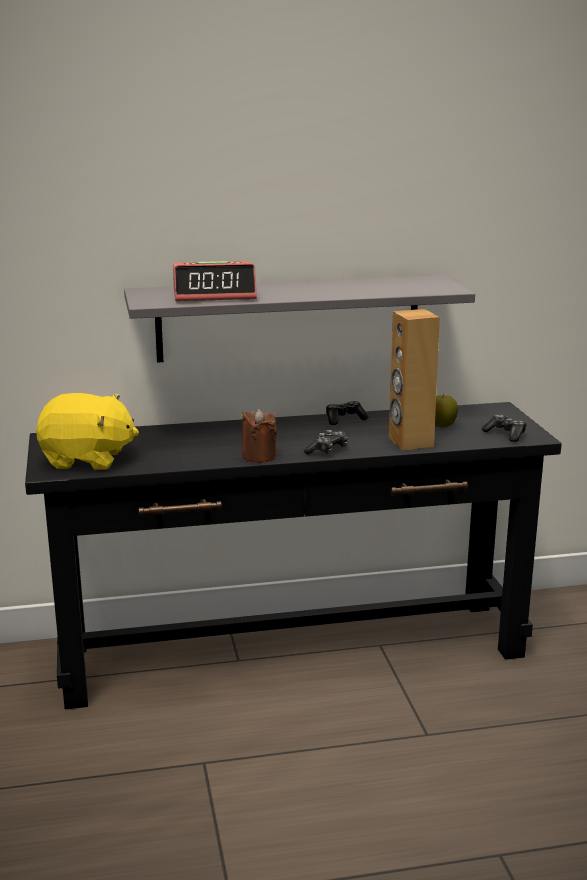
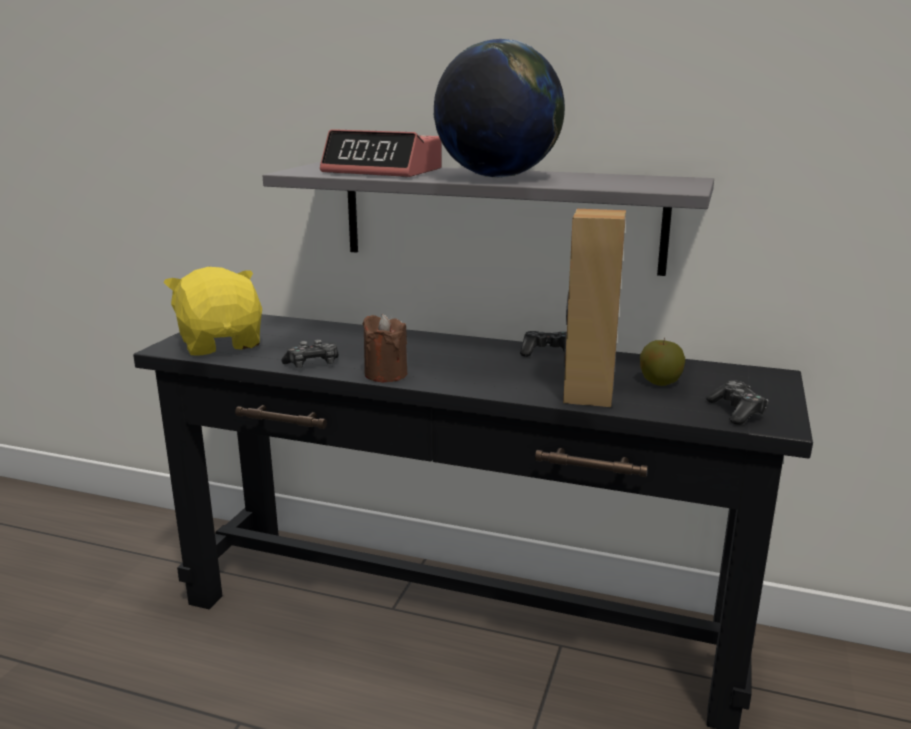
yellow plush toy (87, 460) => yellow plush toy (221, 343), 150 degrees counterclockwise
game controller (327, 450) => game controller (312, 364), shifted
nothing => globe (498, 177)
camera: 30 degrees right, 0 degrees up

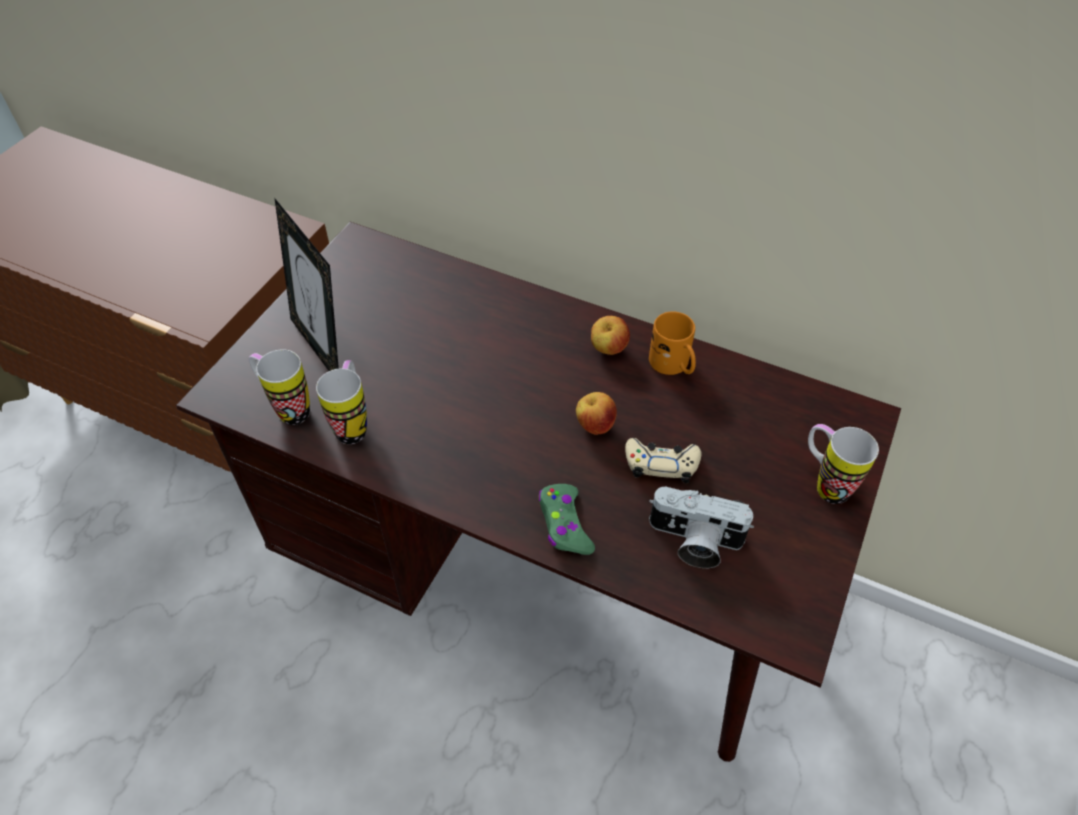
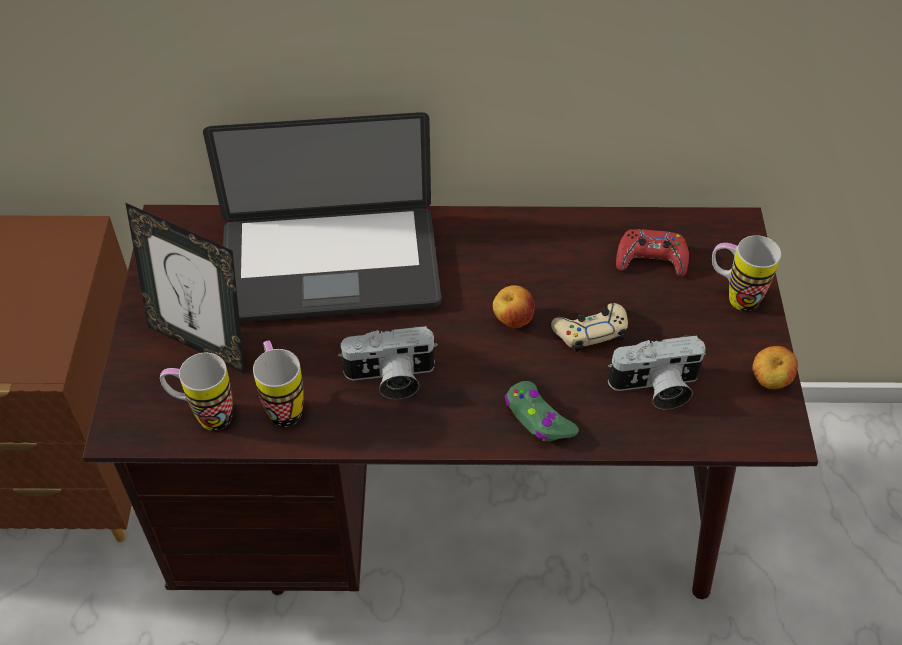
nothing => laptop (330, 267)
nothing => photo camera (390, 378)
nothing => red game controller (651, 259)
apple (608, 349) => apple (769, 381), shifted
orange mug (674, 365) => nothing
camera: 25 degrees left, 0 degrees up

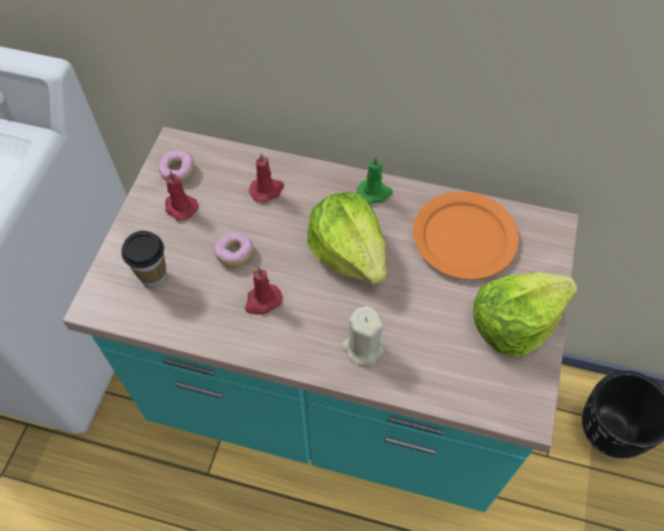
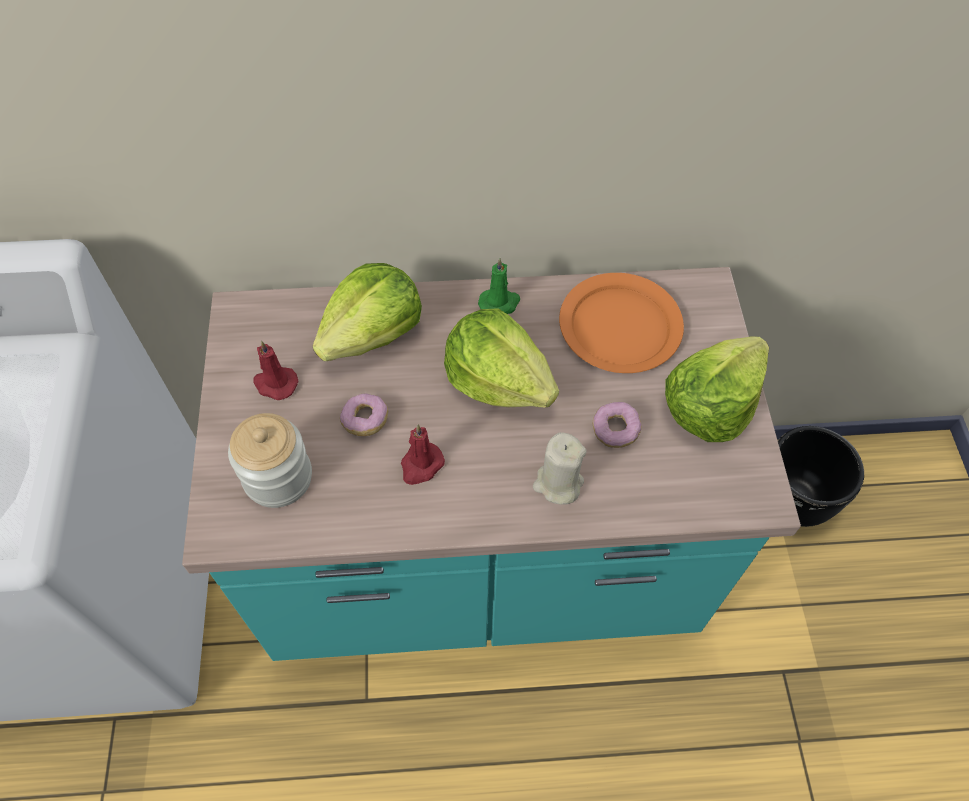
cup (154, 278) => jar (278, 477)
red candle (267, 190) => lettuce (373, 334)
donut (178, 172) => donut (615, 430), shifted
camera: 20 degrees left, 0 degrees up

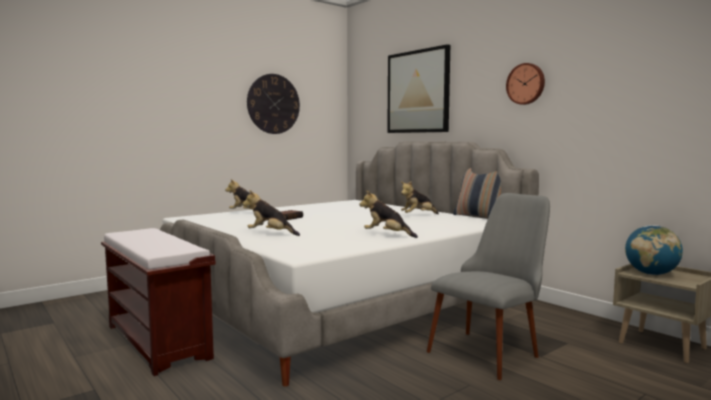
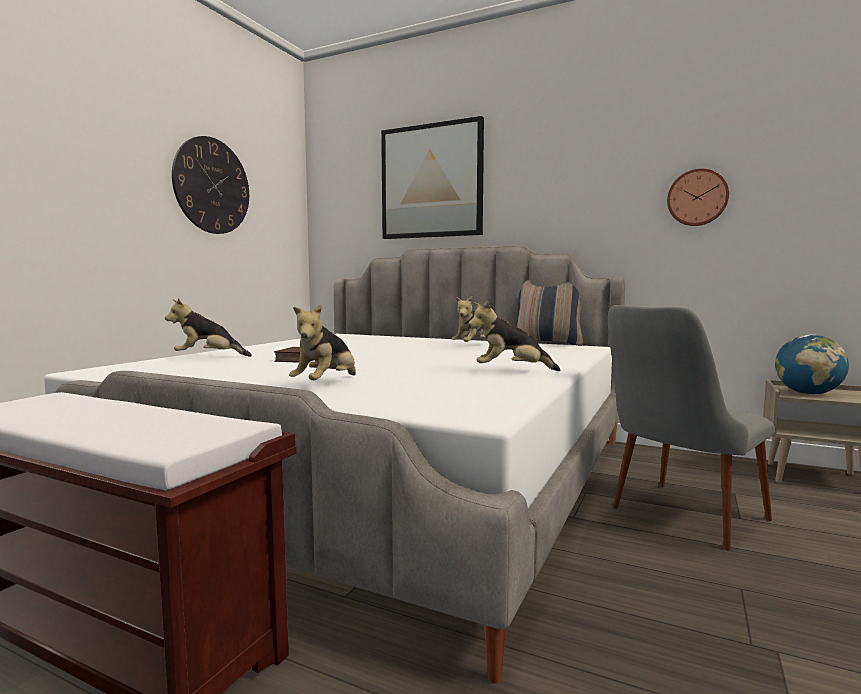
plush toy (270, 234) => plush toy (326, 384), 60 degrees counterclockwise
grey chair (491, 349) => grey chair (677, 520), 150 degrees counterclockwise
wall clock (526, 84) => wall clock (697, 198), shifted
camera: 25 degrees left, 0 degrees up

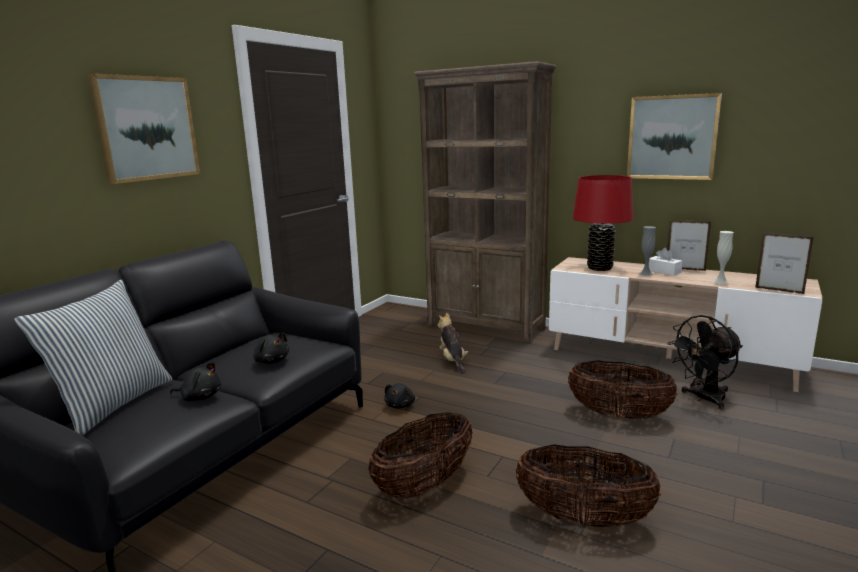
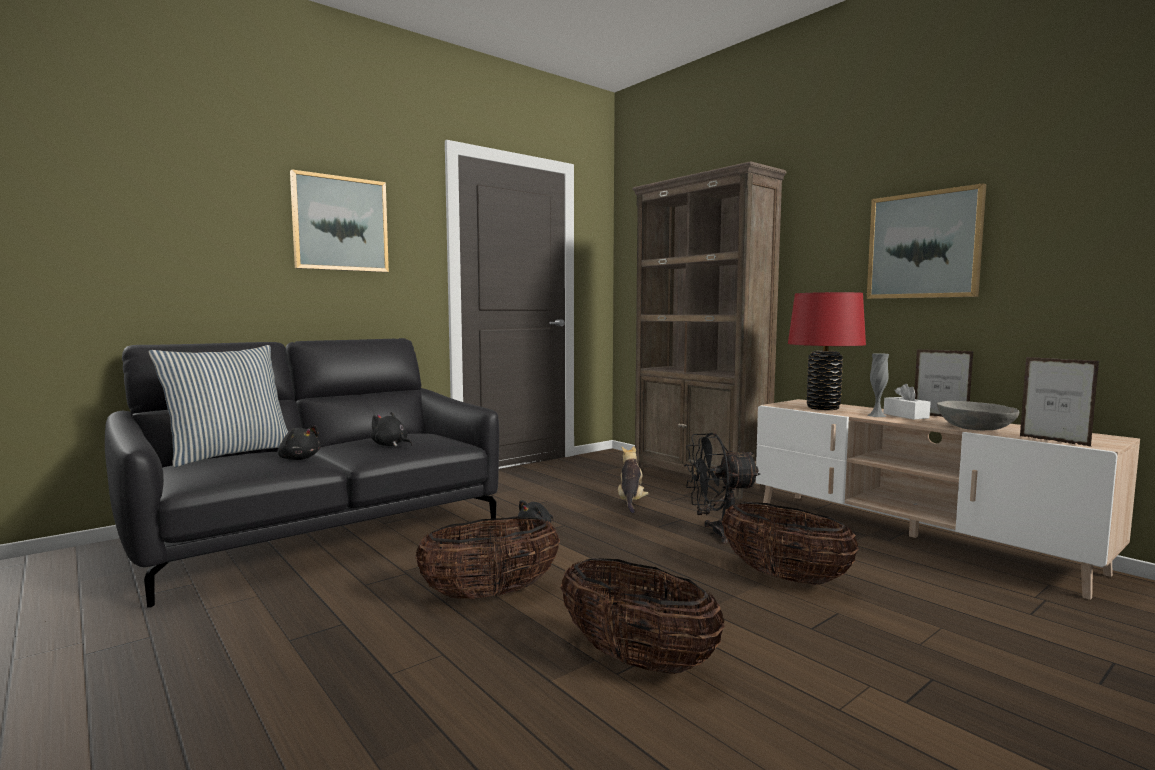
black plush toy (271, 361) => black plush toy (390, 445), 150 degrees clockwise
black fan (704, 398) => black fan (719, 534), shifted
white vase (720, 281) => grey bowl (974, 428)
camera: 20 degrees right, 10 degrees down

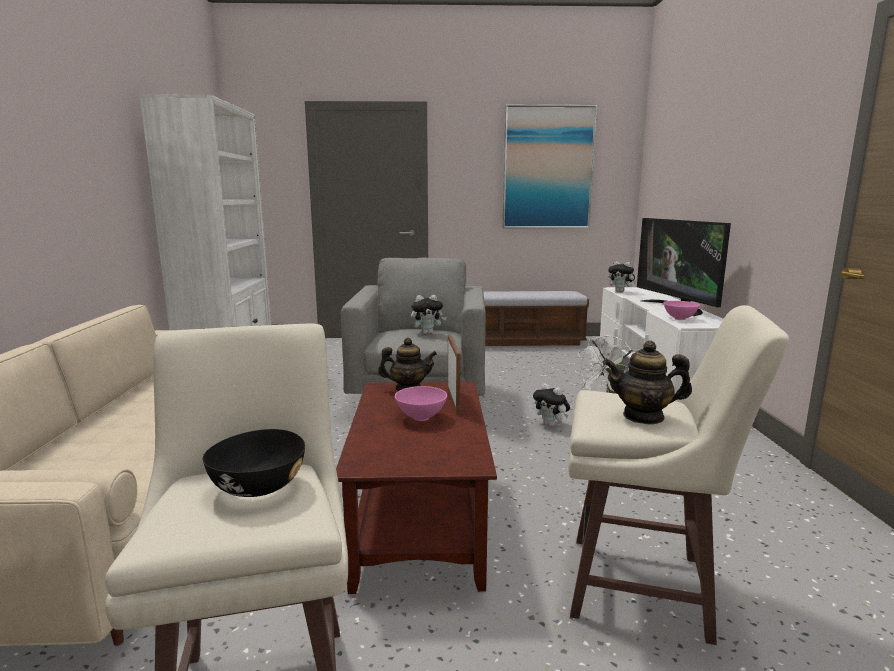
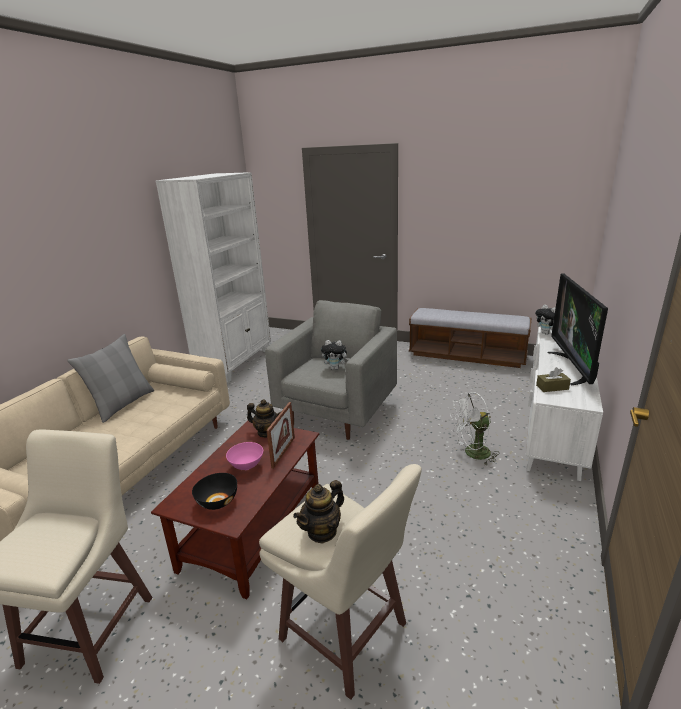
nothing => grey pillow (122, 404)
black bowl (258, 486) => black bowl (217, 501), shifted
teapot (643, 416) => teapot (322, 531), 75 degrees counterclockwise
pink bowl (680, 319) => brown tissue box (552, 387)
picture (548, 168) => nothing
plush toy (551, 425) => nothing
camera: 25 degrees right, 10 degrees up

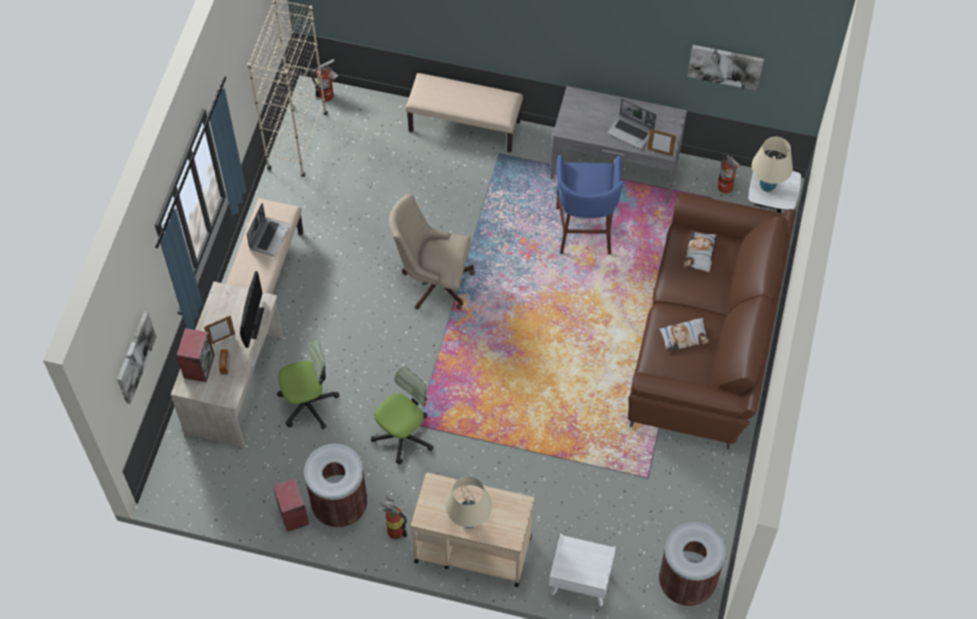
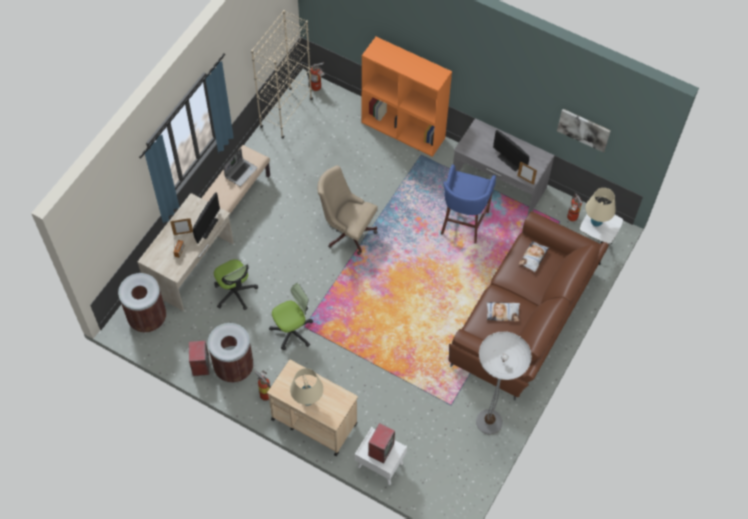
brown trash can (686, 582) => brown trash can (147, 318), shifted
office chair (308, 404) => office chair (235, 293), 60 degrees clockwise
beige bench (465, 126) => orange bookcase (404, 130)
speaker (198, 366) => speaker (381, 449), shifted
nothing => floor lamp (489, 422)
laptop (631, 132) => monitor (510, 161)
picture (135, 357) => nothing
camera: 15 degrees right, 0 degrees up

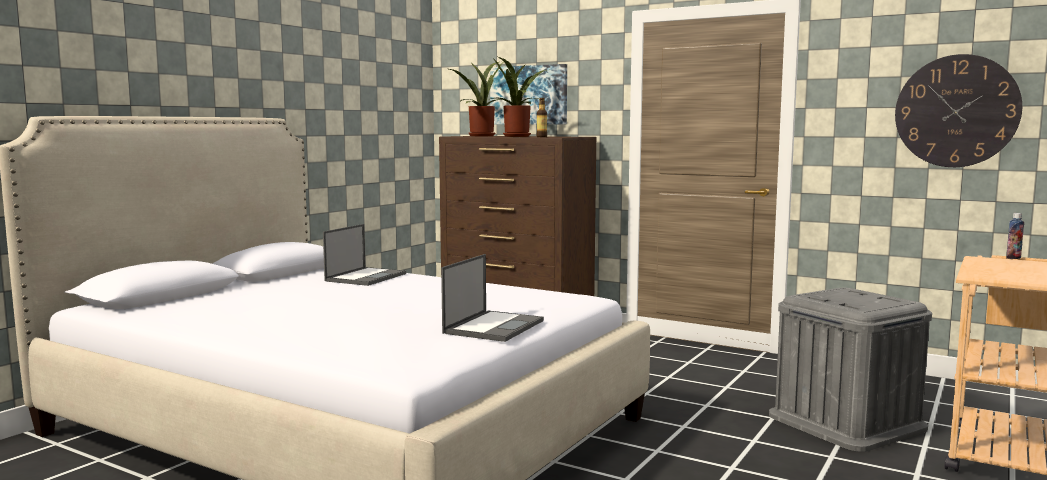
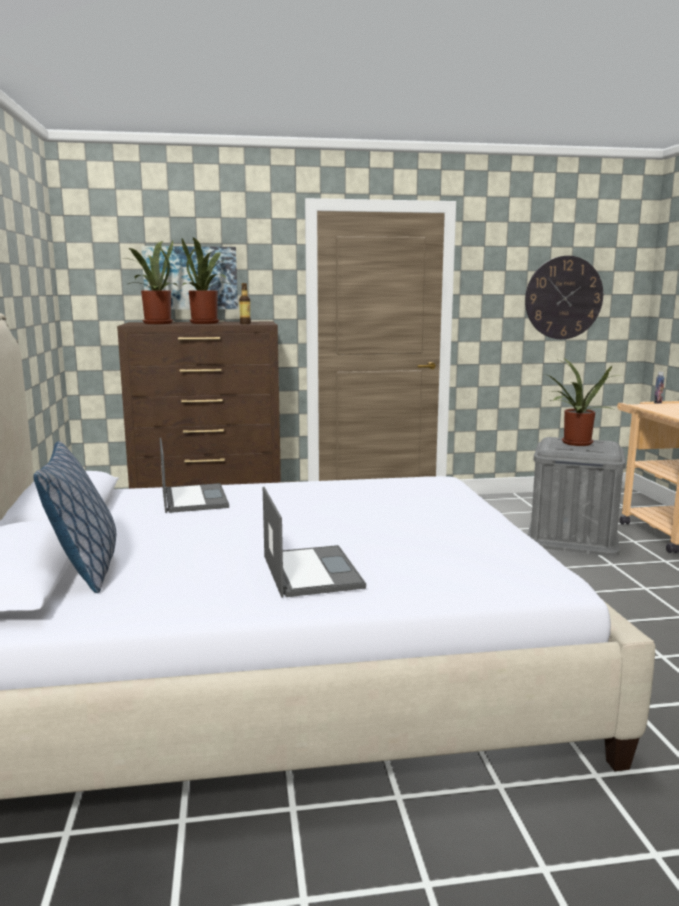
nothing => pillow (85, 570)
laptop (494, 326) => laptop (311, 571), shifted
nothing => potted plant (575, 443)
camera: 40 degrees left, 5 degrees up

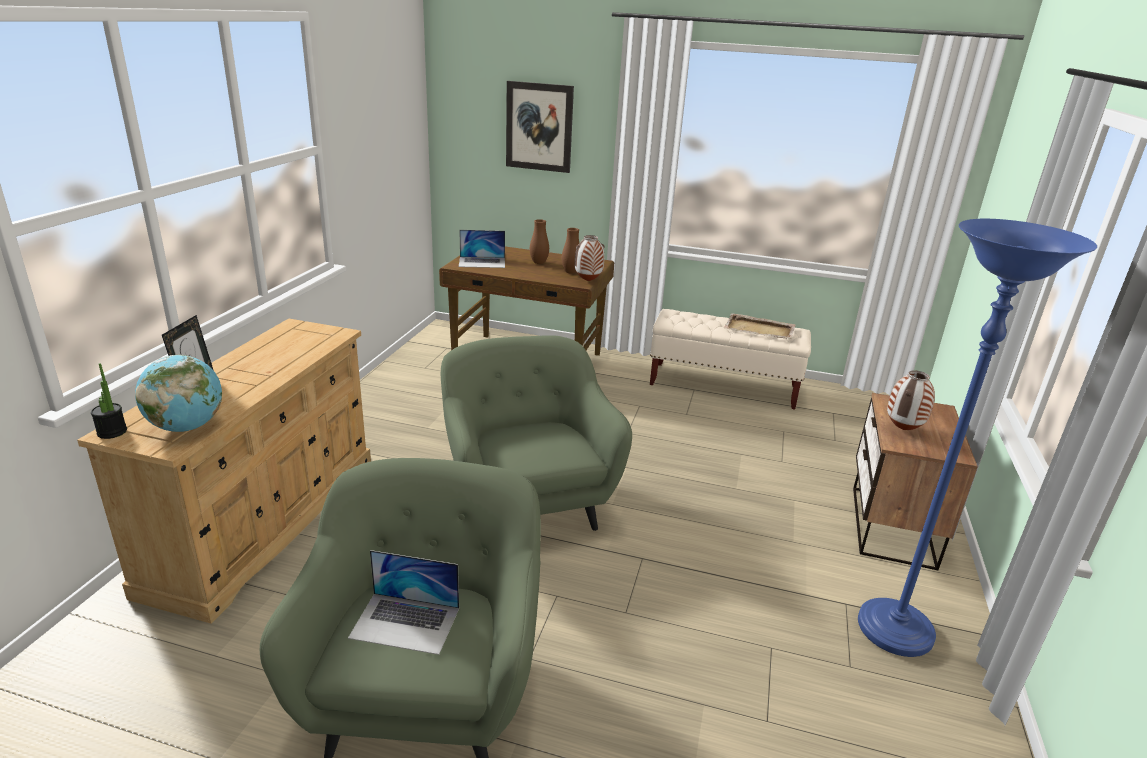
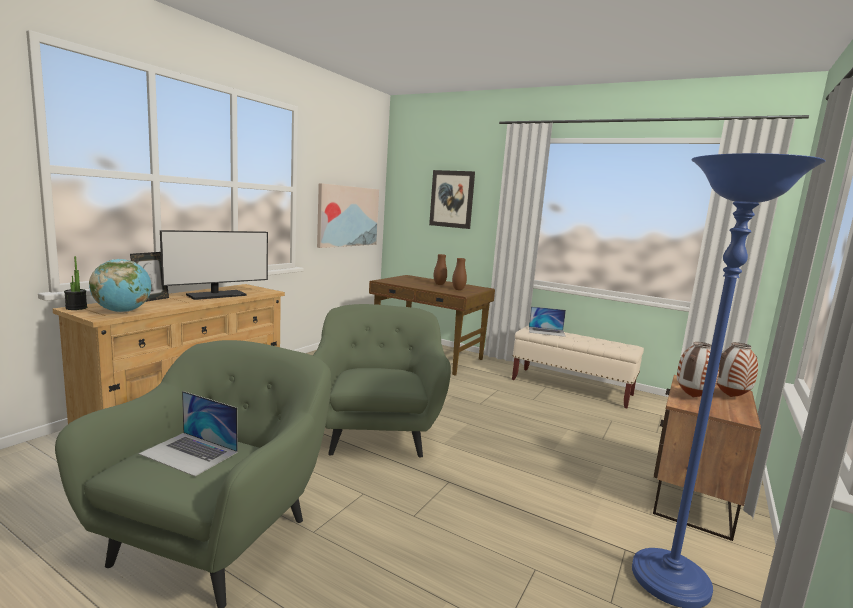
nothing => monitor (216, 295)
nothing => picture (348, 216)
laptop (482, 262) => laptop (546, 331), shifted
vase (587, 281) => vase (730, 397), shifted
beige tray (760, 329) => nothing
camera: 15 degrees right, 15 degrees down

